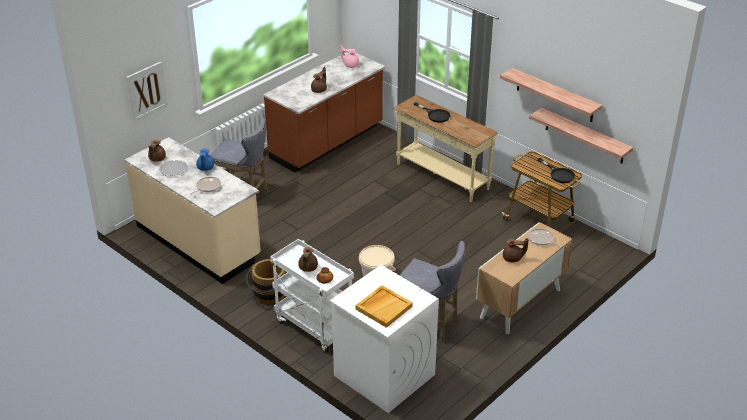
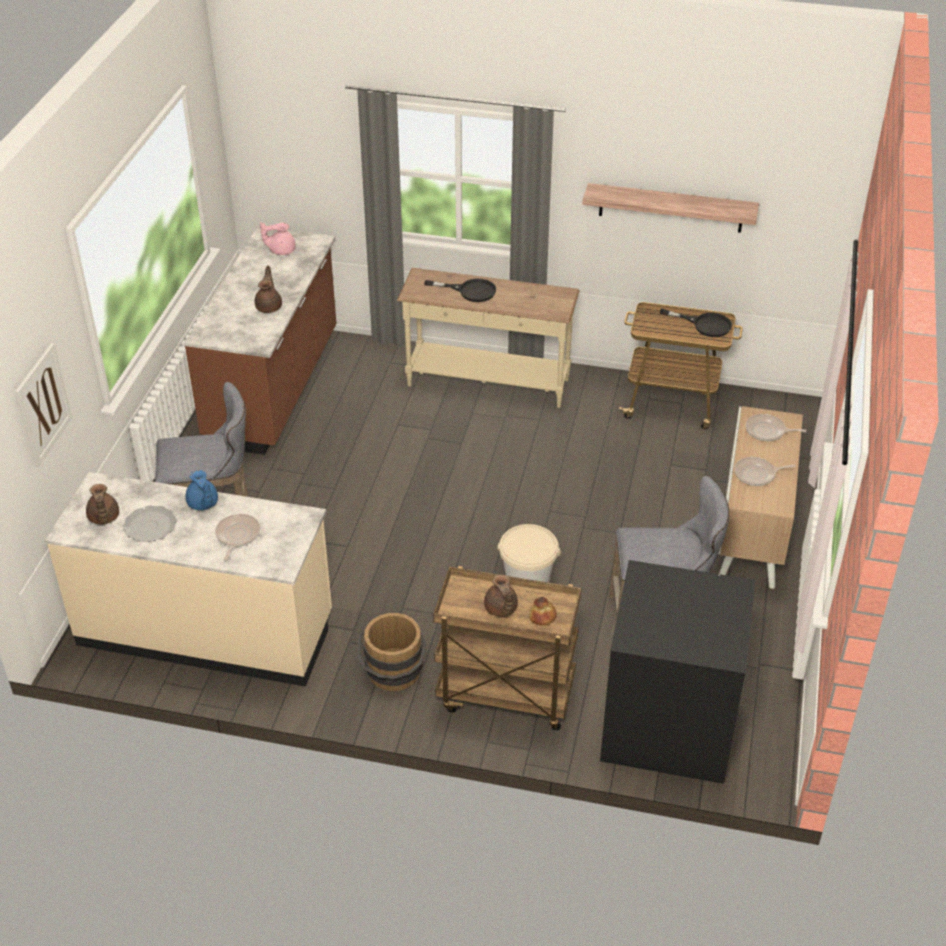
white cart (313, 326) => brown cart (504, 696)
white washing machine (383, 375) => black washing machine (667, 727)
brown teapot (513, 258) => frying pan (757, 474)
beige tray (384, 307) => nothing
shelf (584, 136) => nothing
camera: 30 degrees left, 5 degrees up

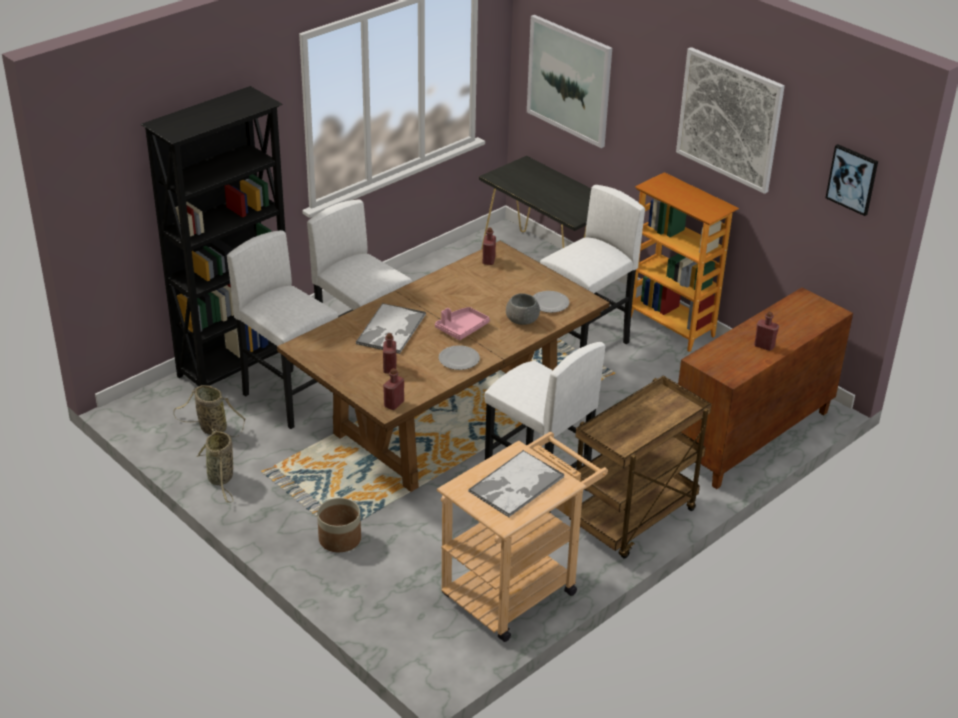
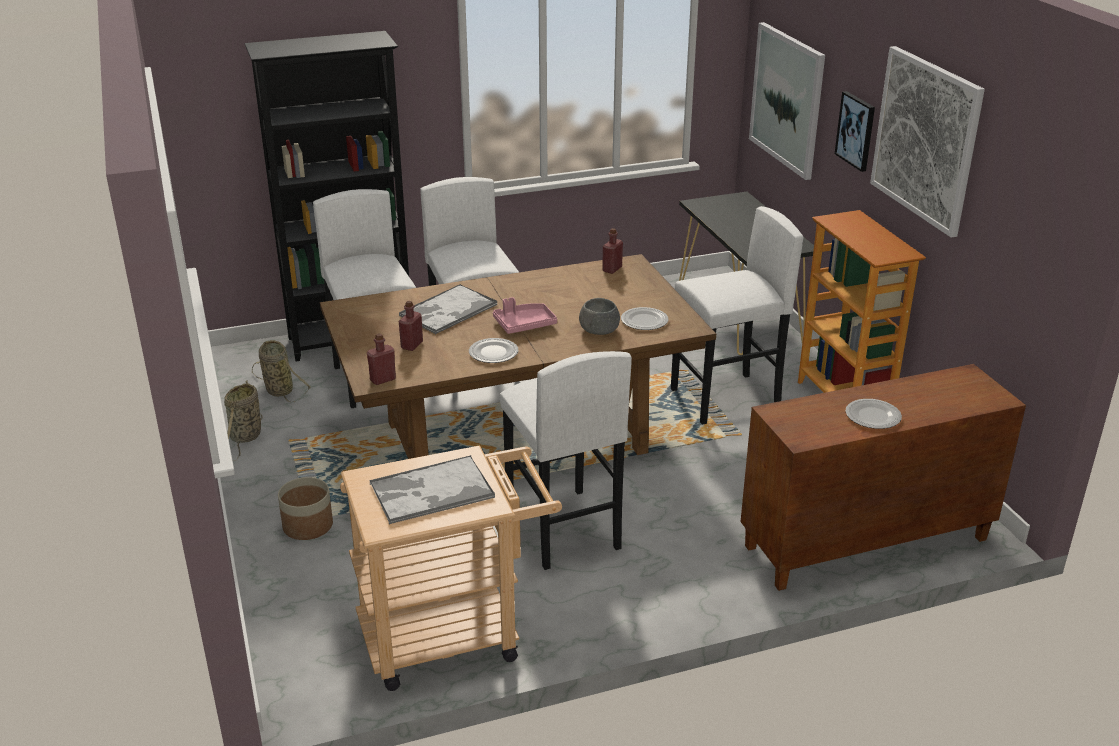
picture (852, 179) => picture (856, 131), shifted
red bottle (764, 346) => plate (872, 415)
brown cart (633, 520) => nothing
camera: 25 degrees right, 5 degrees down

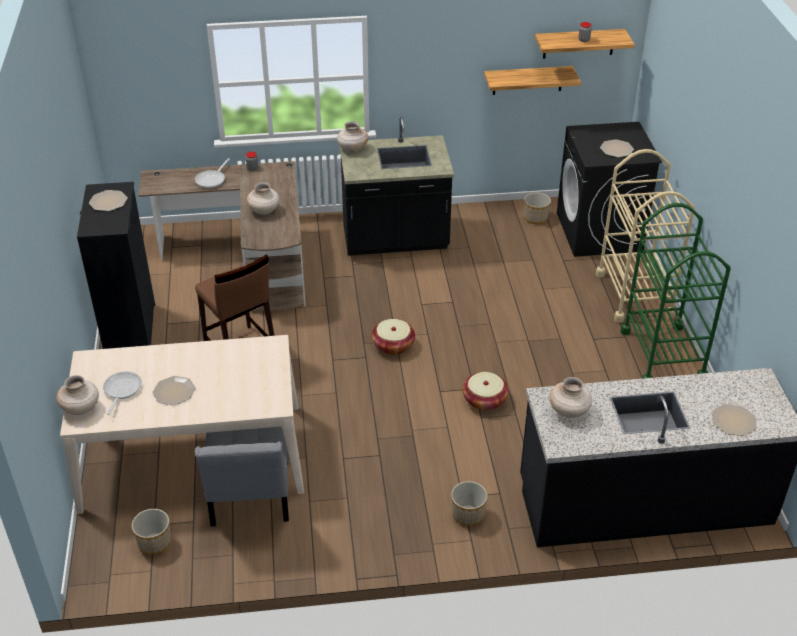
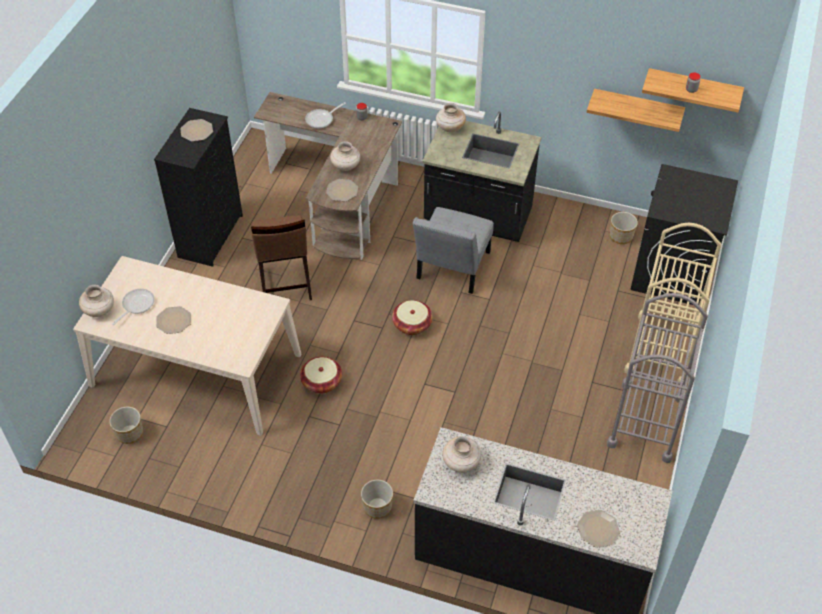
basket (484, 400) => basket (321, 382), shifted
plate (616, 149) => plate (342, 190), shifted
grey chair (249, 499) => grey chair (451, 268), shifted
green cart (662, 354) => grey cart (646, 421)
camera: 25 degrees right, 10 degrees up

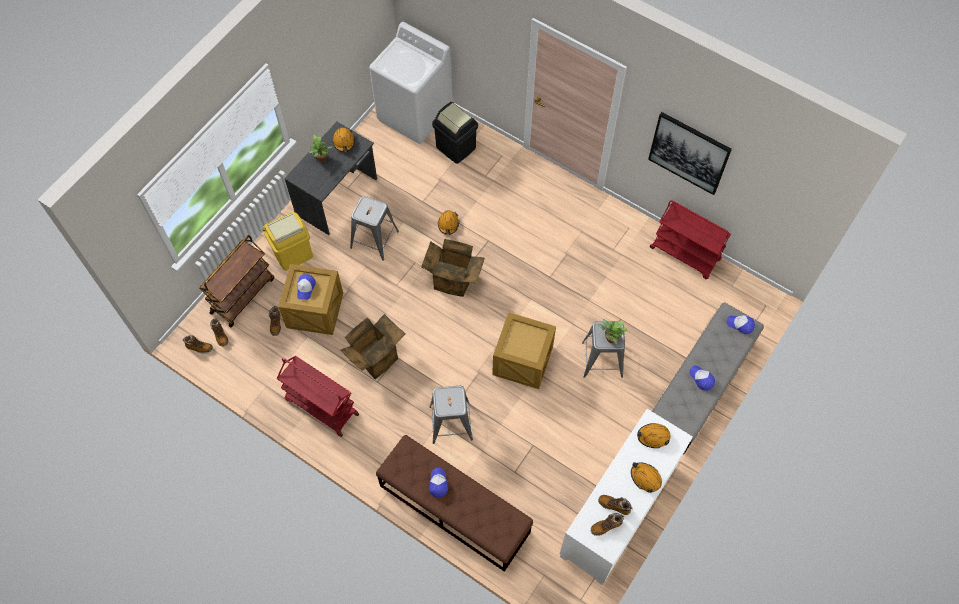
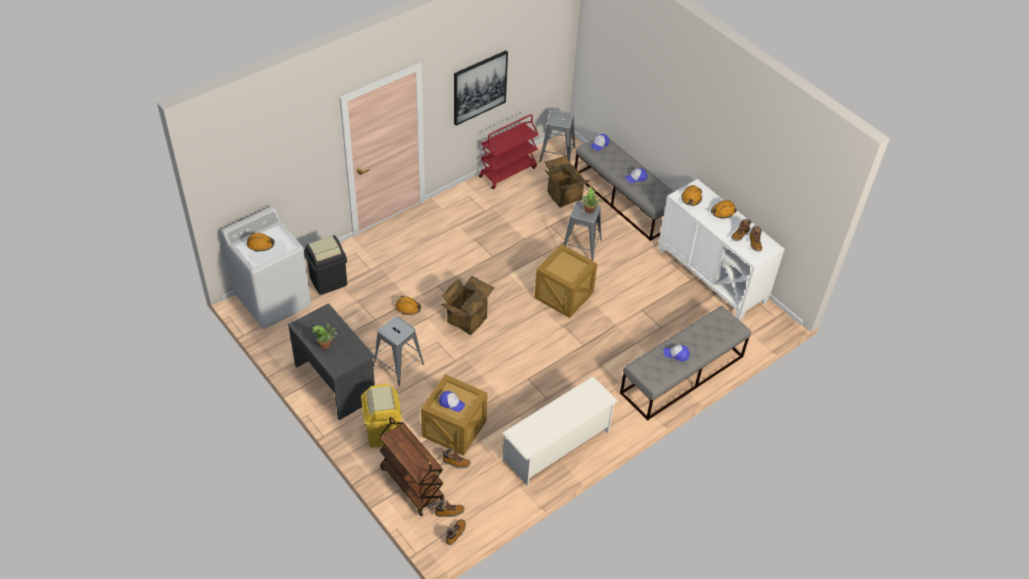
orange hard hat (344, 142) => orange hard hat (260, 244), shifted
red cart (321, 407) => white shoe rack (557, 446)
grey stool (451, 423) => grey stool (557, 154), shifted
cardboard box (375, 356) => cardboard box (562, 195), shifted
brown bench (454, 509) => grey bench (682, 375)
camera: 75 degrees left, 15 degrees down

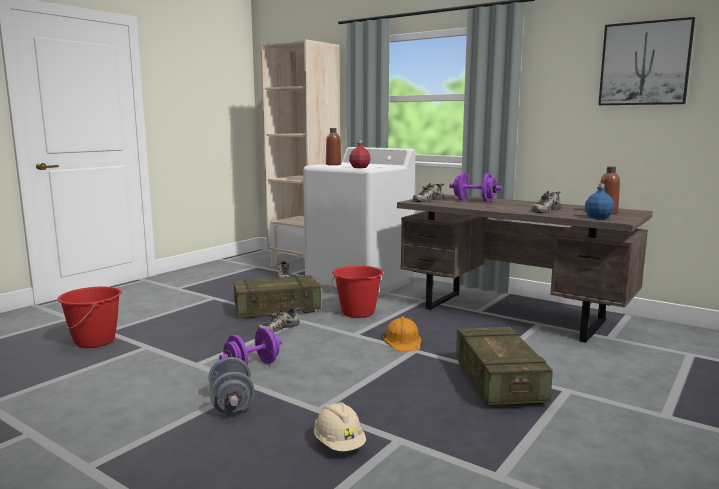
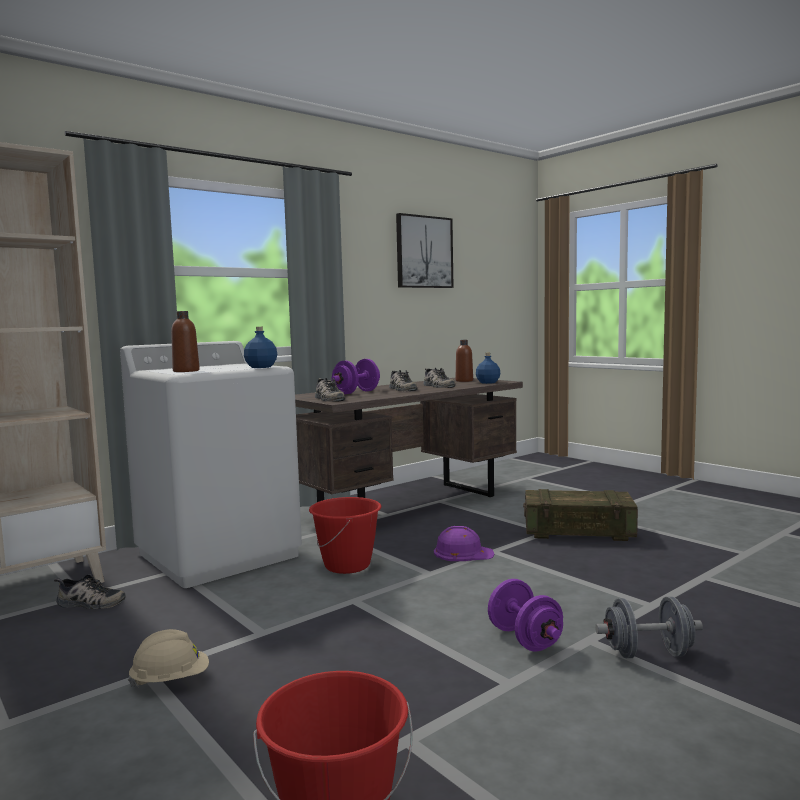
beige hard hat (339, 444) => beige hard hat (171, 681), shifted
red bottle (359, 167) => blue bottle (260, 367)
shoe (278, 327) => shoe (401, 389), shifted
orange hard hat (403, 341) => purple hard hat (463, 553)
crate (277, 309) => nothing
camera: 75 degrees left, 5 degrees down

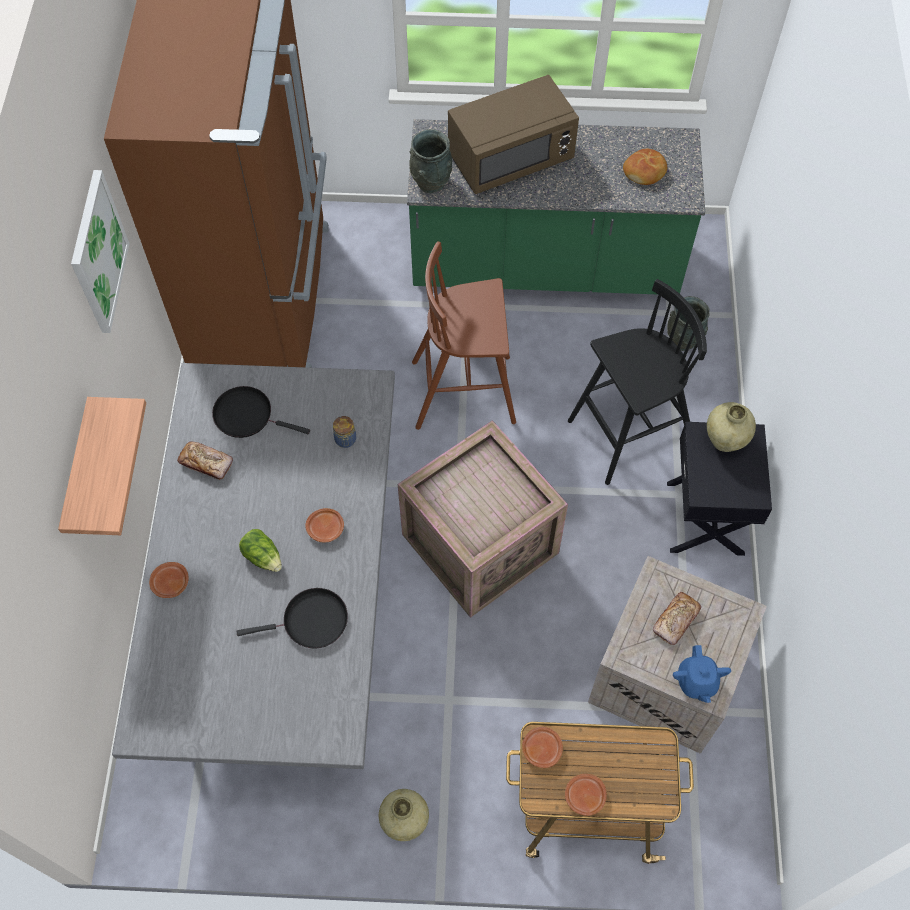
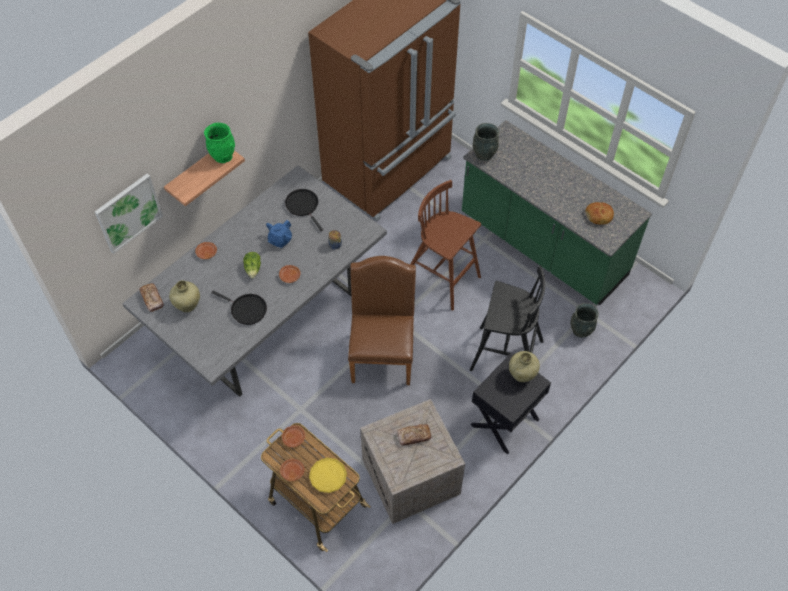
picture (97, 252) => picture (128, 212), shifted
bread (206, 463) => bread (152, 299), shifted
beige vase (405, 821) => beige vase (188, 306), shifted
nothing => green vase (223, 156)
blue teapot (696, 681) => blue teapot (280, 240), shifted
nothing => yellow plate (328, 476)
crate (480, 541) => brown chair (382, 351)
brown microwave (510, 158) => nothing
camera: 40 degrees right, 5 degrees down

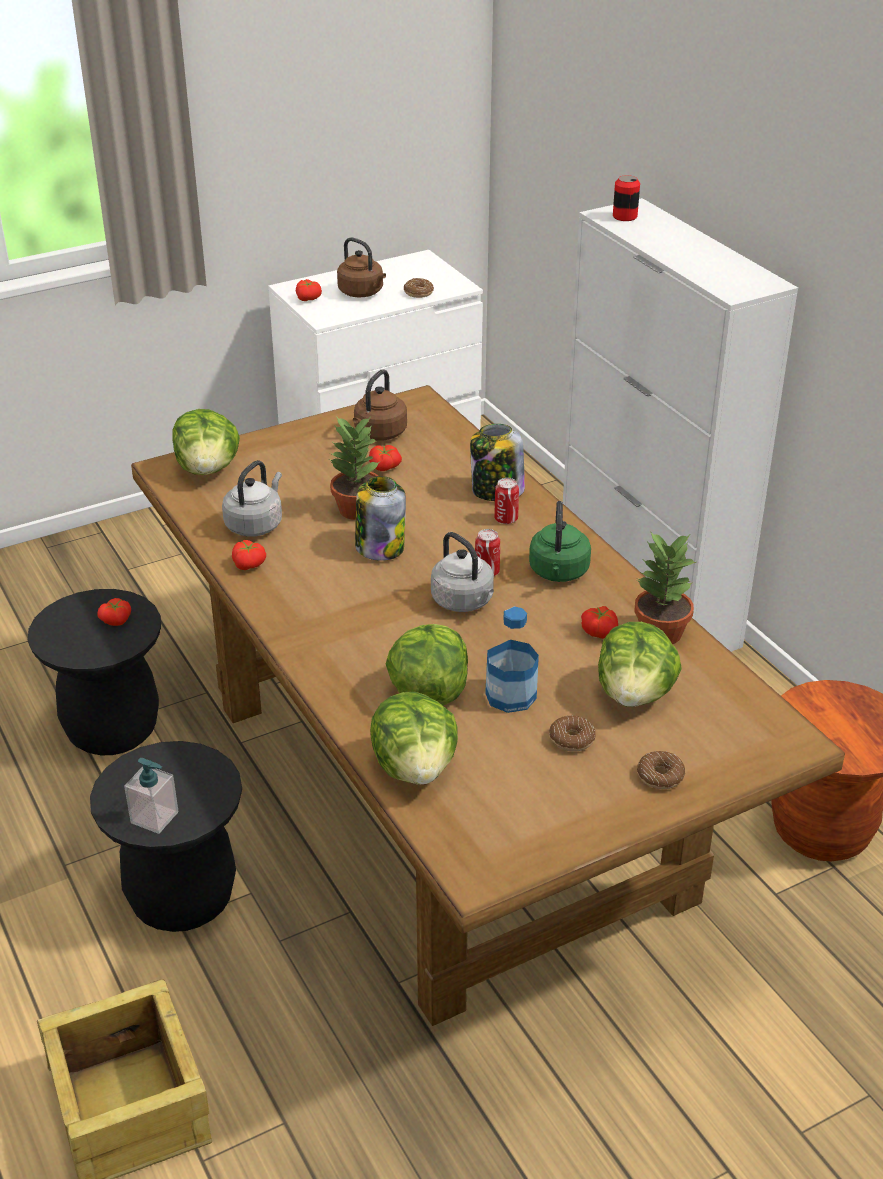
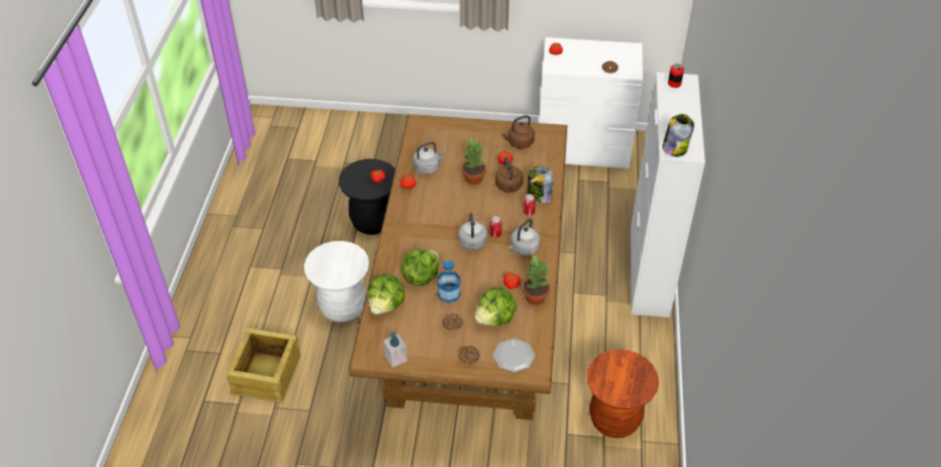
black stool (182, 898) => white stool (342, 307)
soap dispenser (155, 817) => soap dispenser (396, 358), shifted
nothing => plate (514, 356)
brown kettle (362, 293) => brown kettle (509, 187), shifted
green kettle (558, 573) => grey kettle (523, 249)
jar (379, 547) => jar (675, 148), shifted
lettuce (208, 469) => nothing
camera: 35 degrees right, 10 degrees up

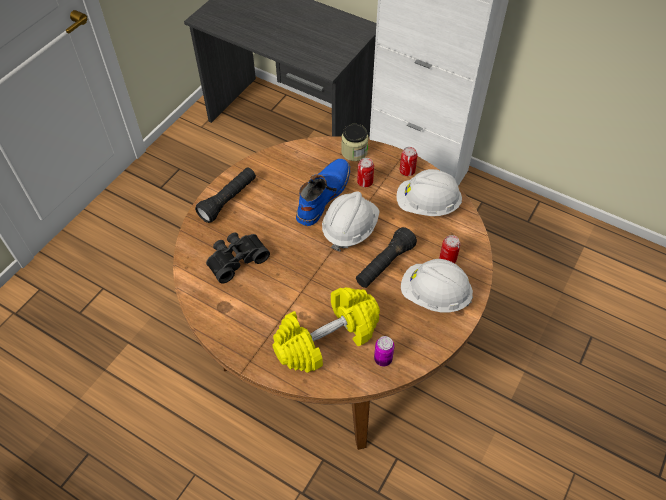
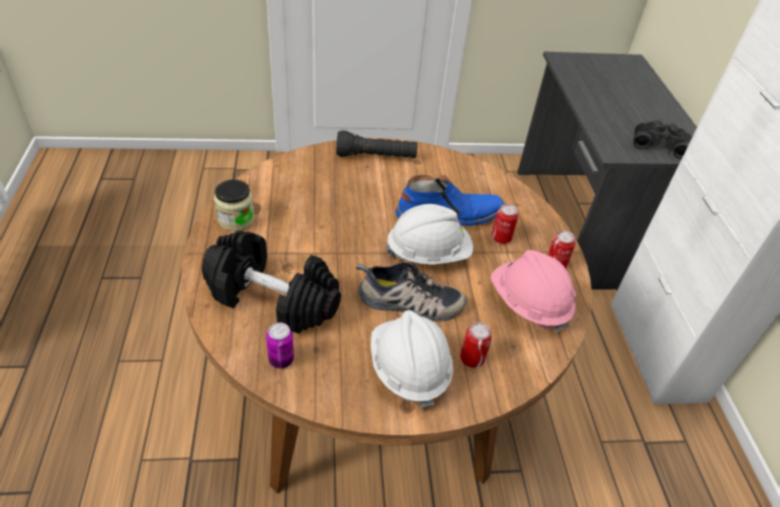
yellow dumbbell (327, 338) => black dumbbell (273, 298)
jar (354, 152) => jar (236, 219), shifted
black flashlight (384, 265) => shoe (409, 303)
white hard hat (427, 205) => pink hard hat (528, 304)
black binoculars (236, 259) => black binoculars (659, 144), shifted
camera: 50 degrees right, 10 degrees down

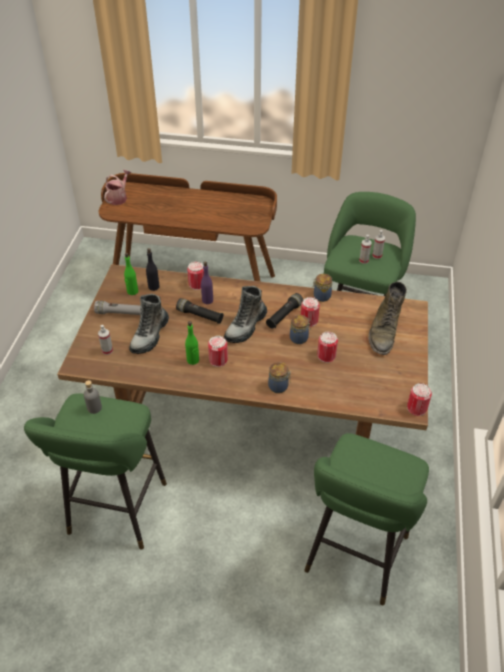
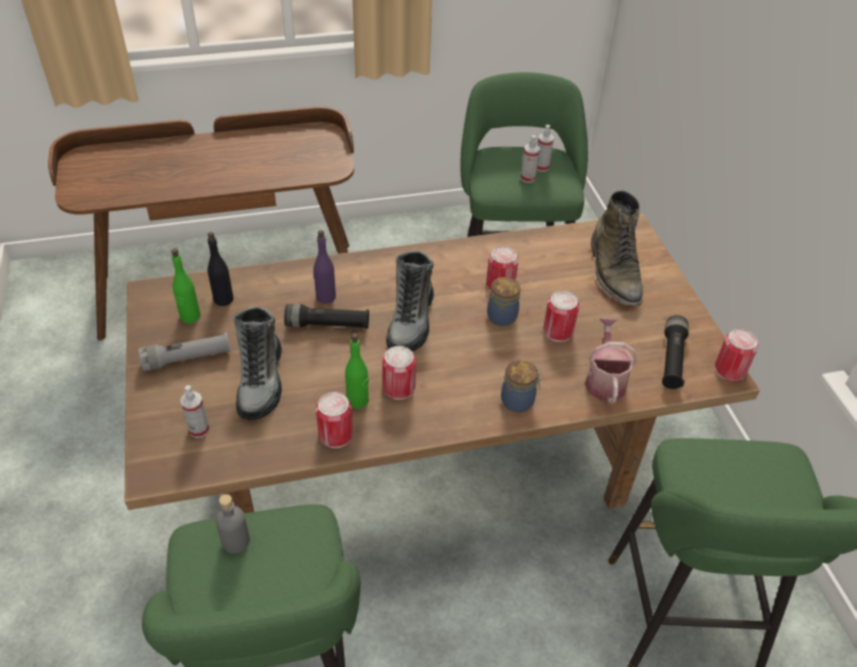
can (197, 284) => can (335, 435), shifted
watering can (119, 197) => watering can (604, 380), shifted
black flashlight (284, 315) => black flashlight (672, 359), shifted
jar (321, 296) => nothing
camera: 25 degrees left, 0 degrees up

